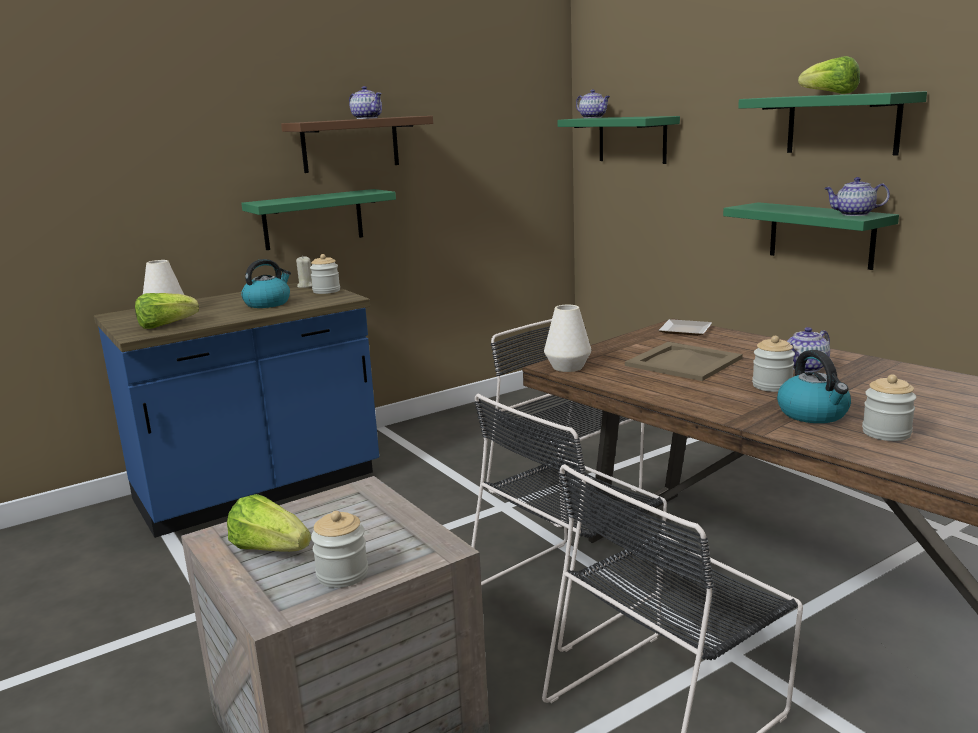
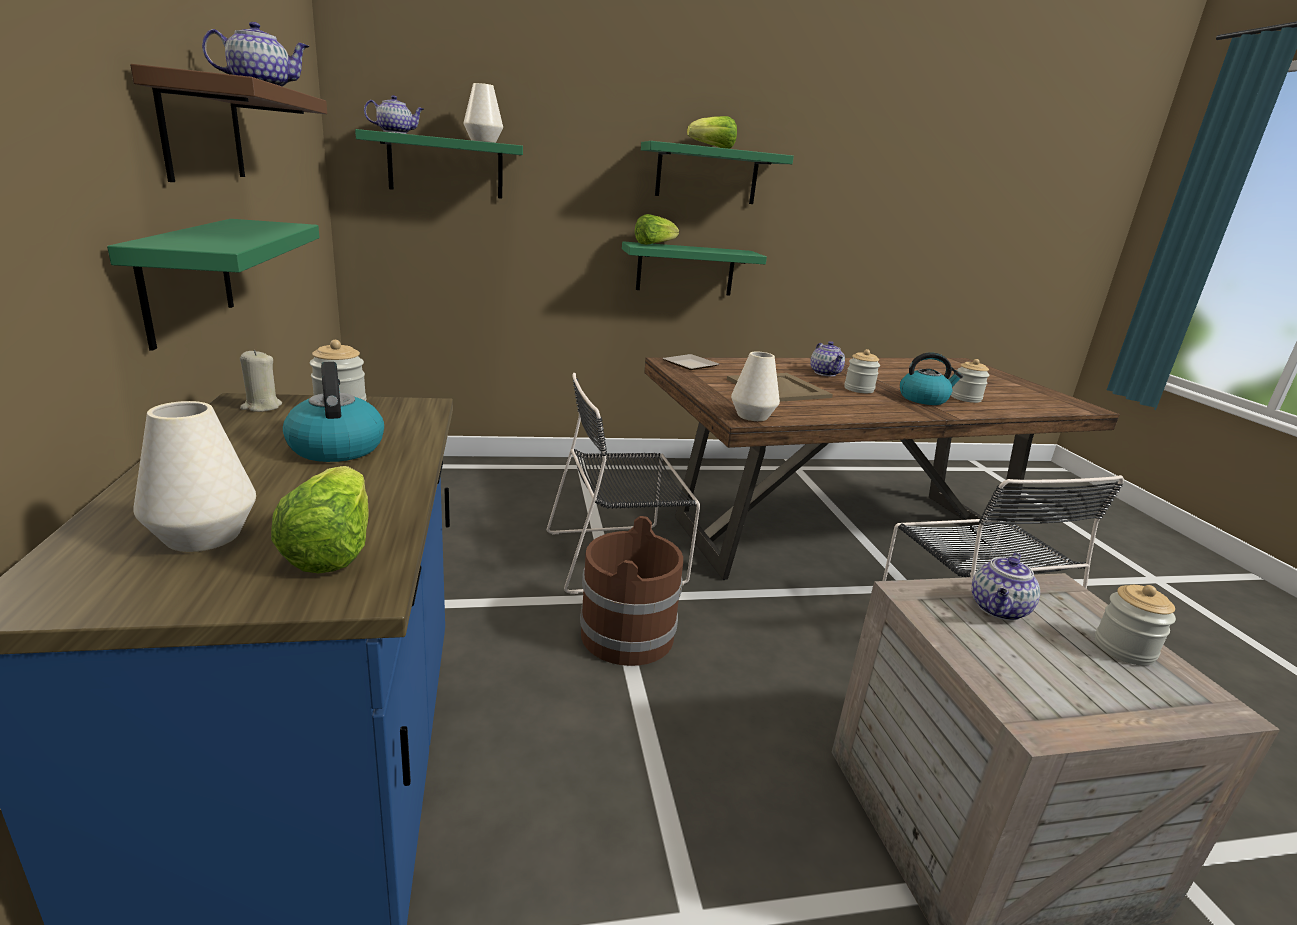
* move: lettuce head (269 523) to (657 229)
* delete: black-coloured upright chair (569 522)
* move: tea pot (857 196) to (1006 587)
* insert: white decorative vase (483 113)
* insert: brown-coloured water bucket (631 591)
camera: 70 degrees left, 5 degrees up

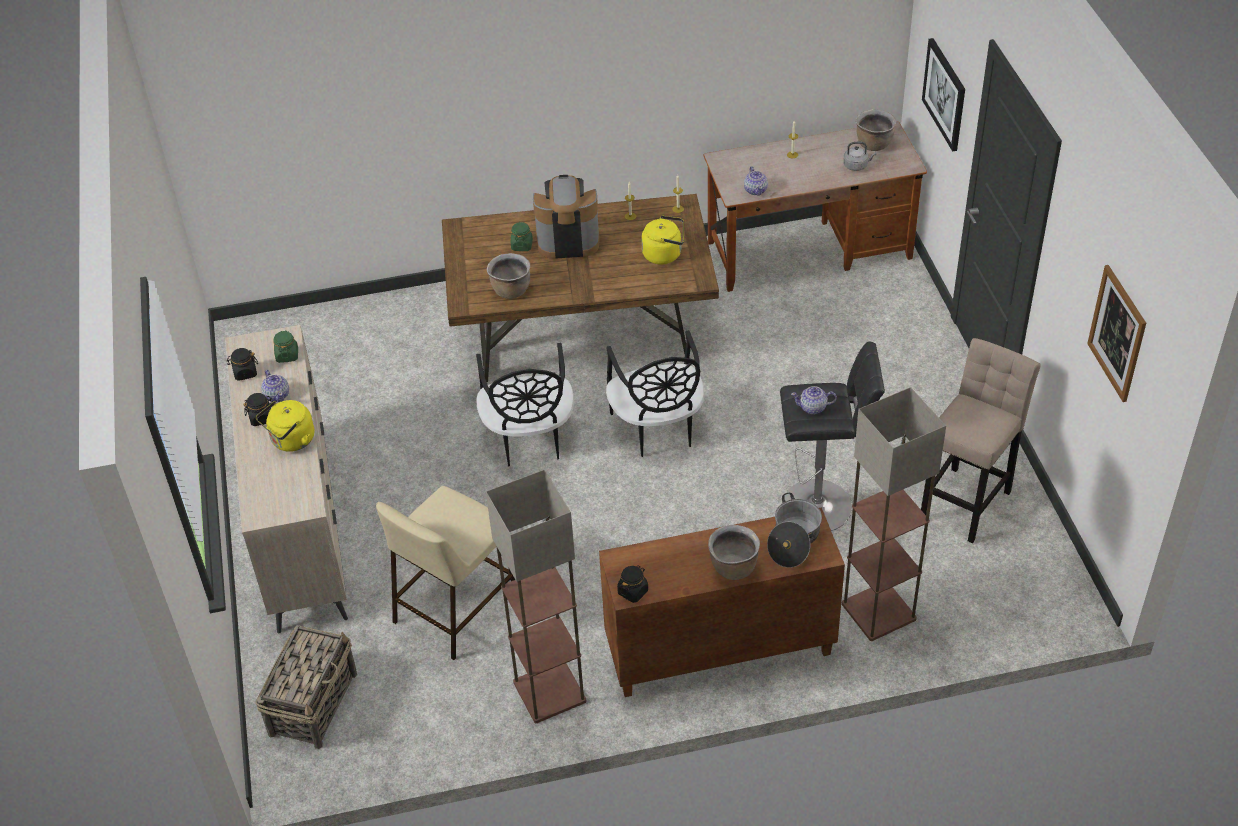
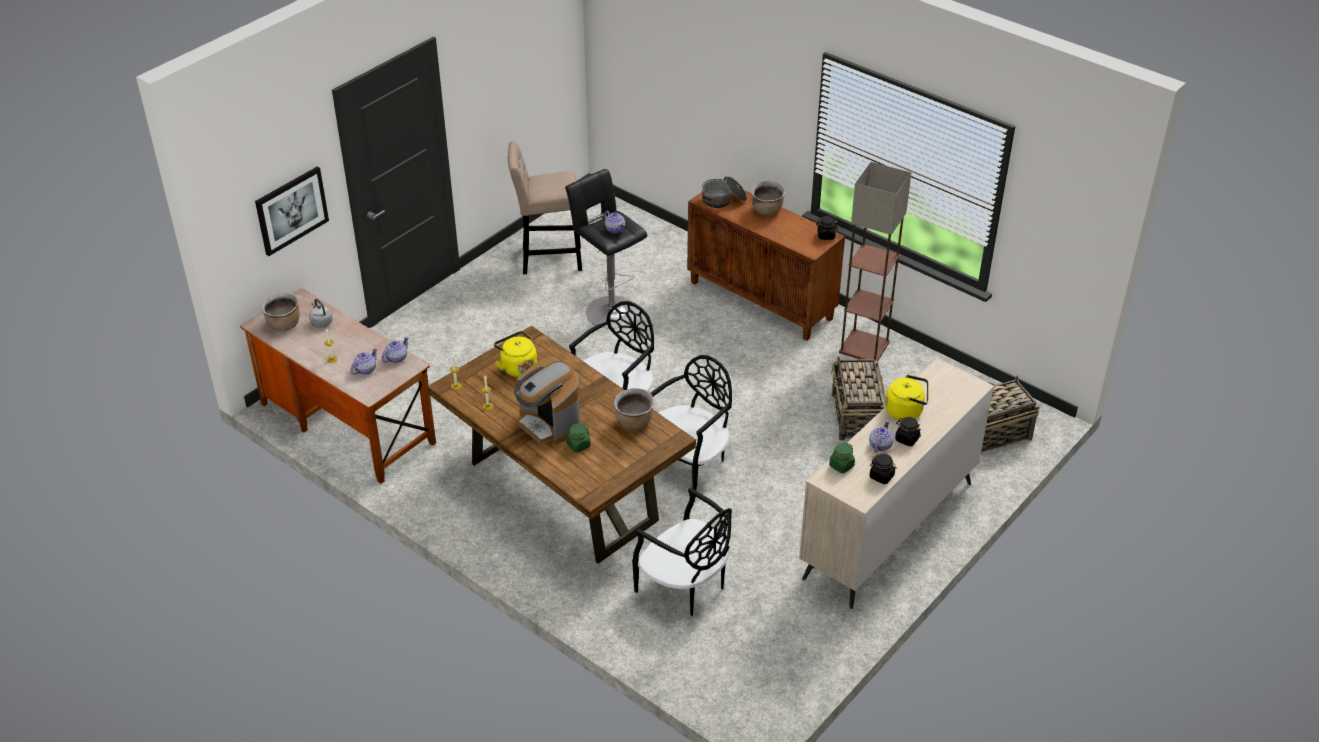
* replace: beige stool seat (445 573) to basket (858 398)
* delete: floor lamp (894 514)
* delete: wall art (1116 333)
* insert: tea pot (364 361)
* insert: black-coloured upright chair (682 551)
camera: 130 degrees left, 5 degrees down

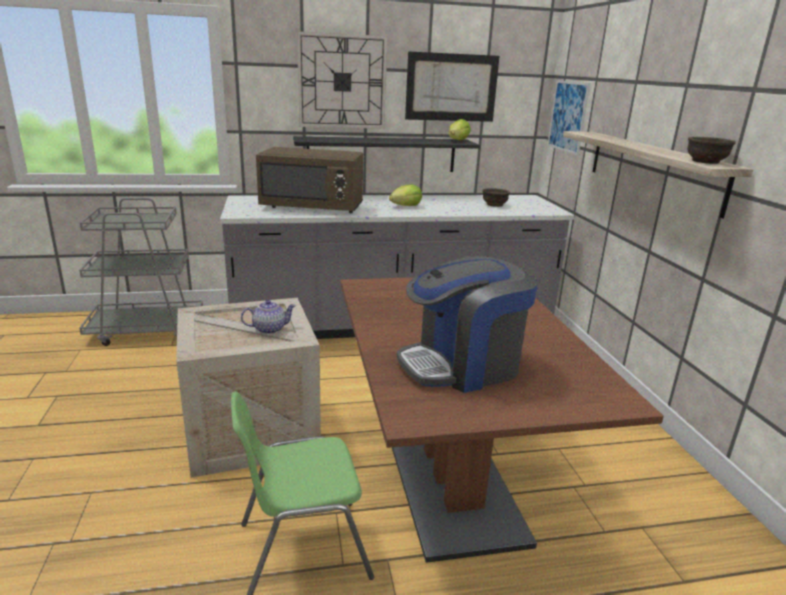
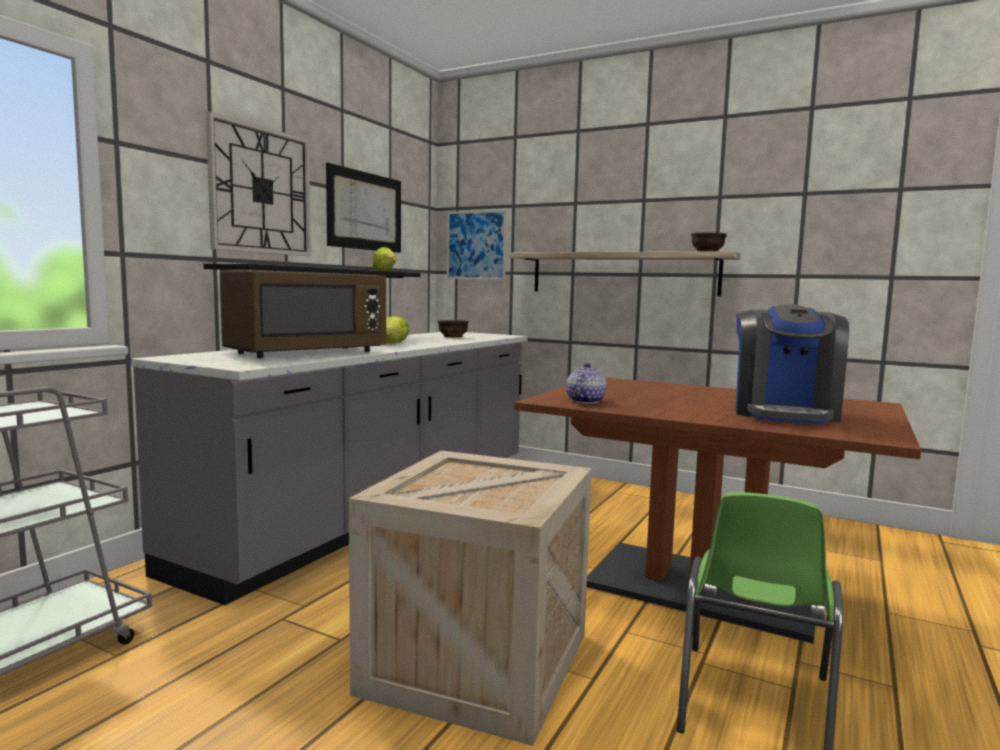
* move: tea pot (268 317) to (586 383)
camera: 50 degrees left, 15 degrees down

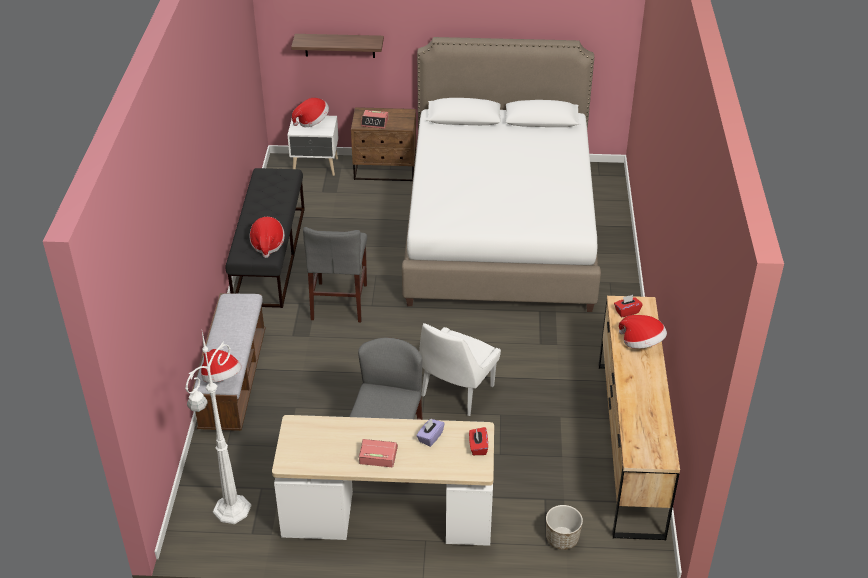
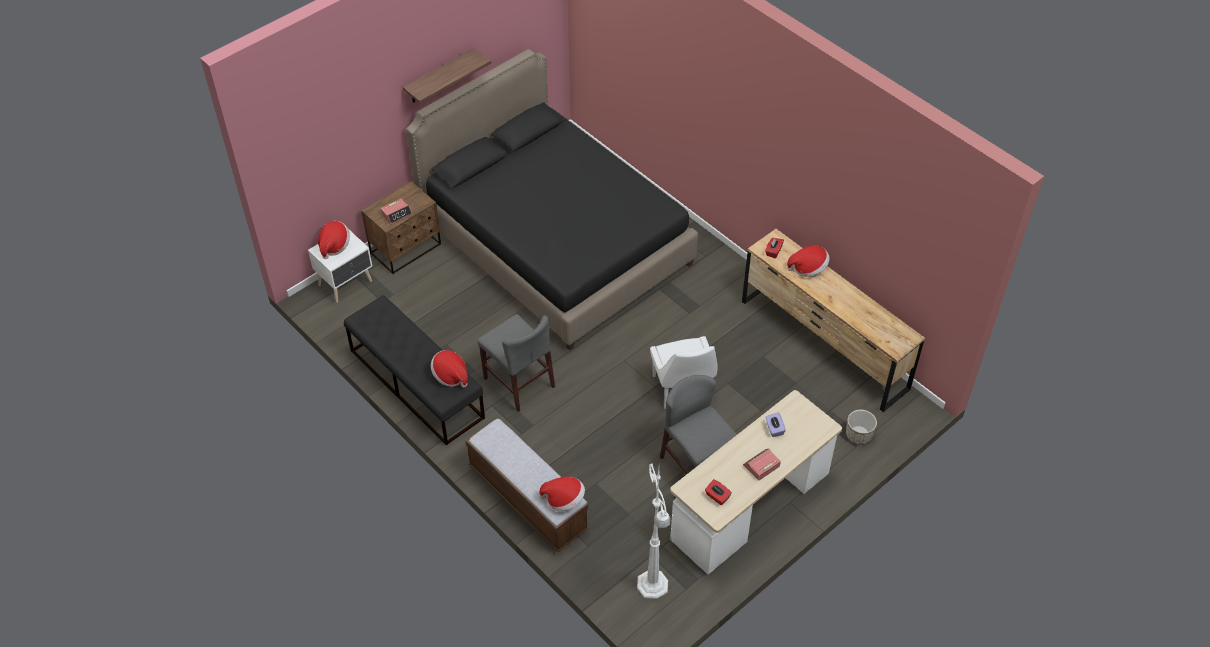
* move: shelf (337 46) to (447 75)
* recolor: white bedroom bed (501 174) to black-coloured bedroom bed (552 199)
* move: reddish tissue holder (478 441) to (718 492)
camera: 45 degrees left, 10 degrees up

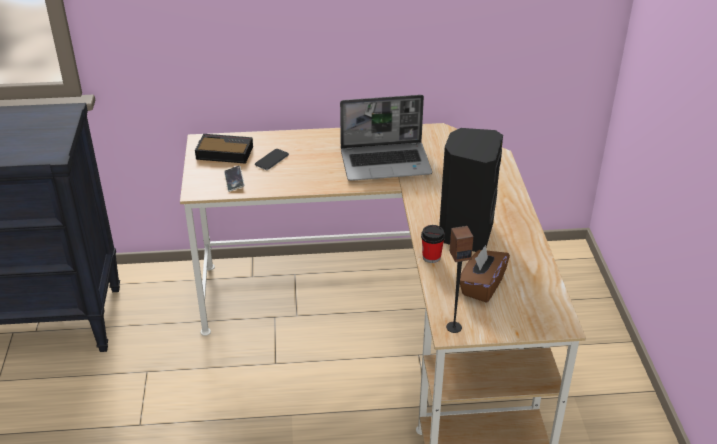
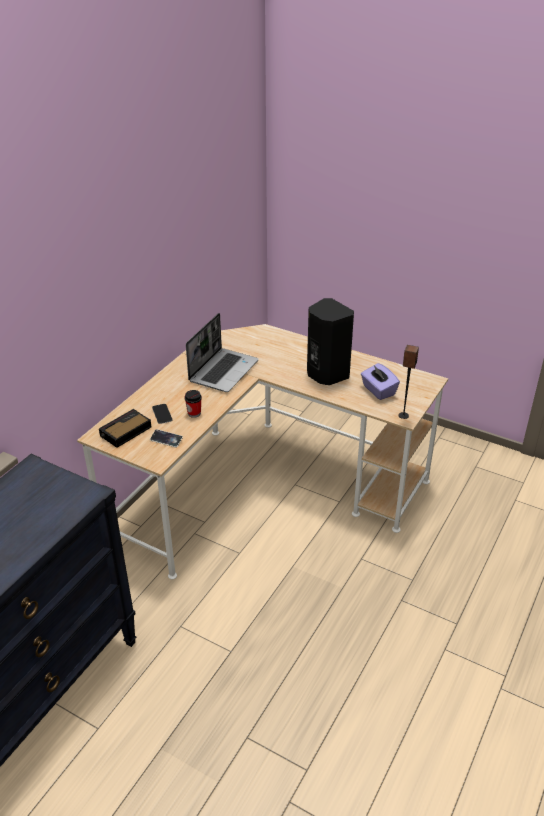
* move: drinking cup (433 244) to (193 404)
* recolor: brown-coloured tissue holder (485 274) to purplish tissue holder (380 381)
camera: 55 degrees left, 0 degrees up

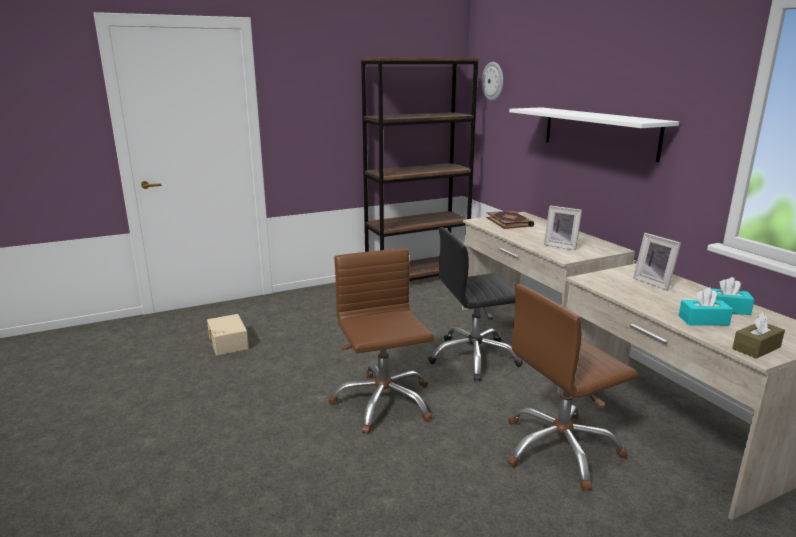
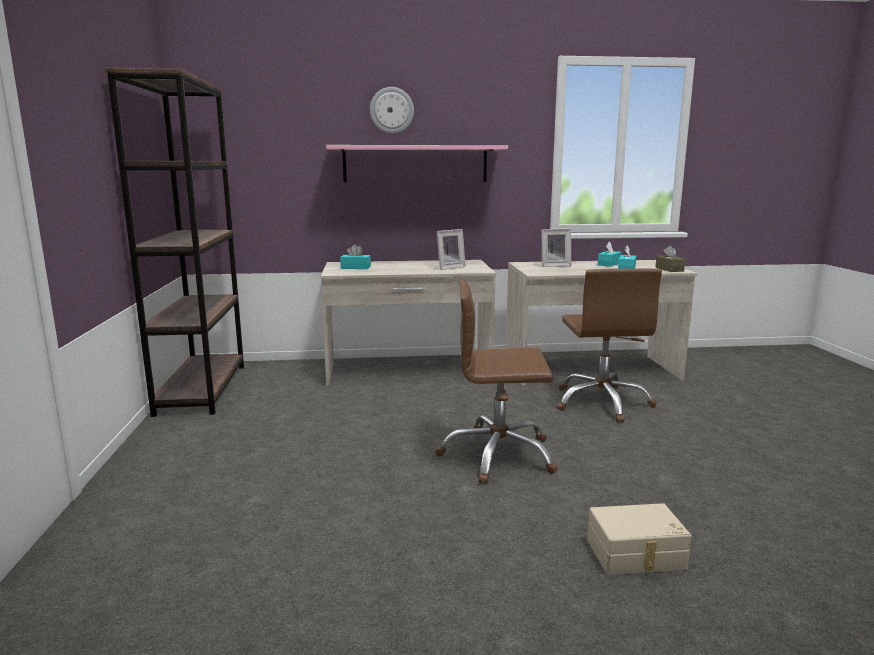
* move: beige storage bin (228 335) to (639 539)
* delete: black-coloured desk chair (475 304)
* move: clock on the wall (492 81) to (392 110)
* replace: bound book (510 220) to blue-green tissue holder (355 256)
* recolor: white shelf (594 134) to pink-coloured shelf (417 163)
camera: 70 degrees left, 5 degrees down

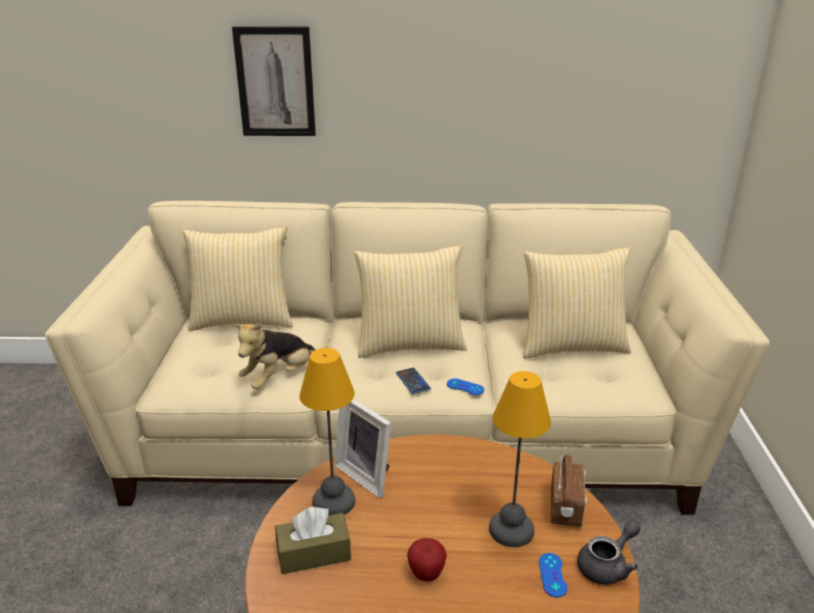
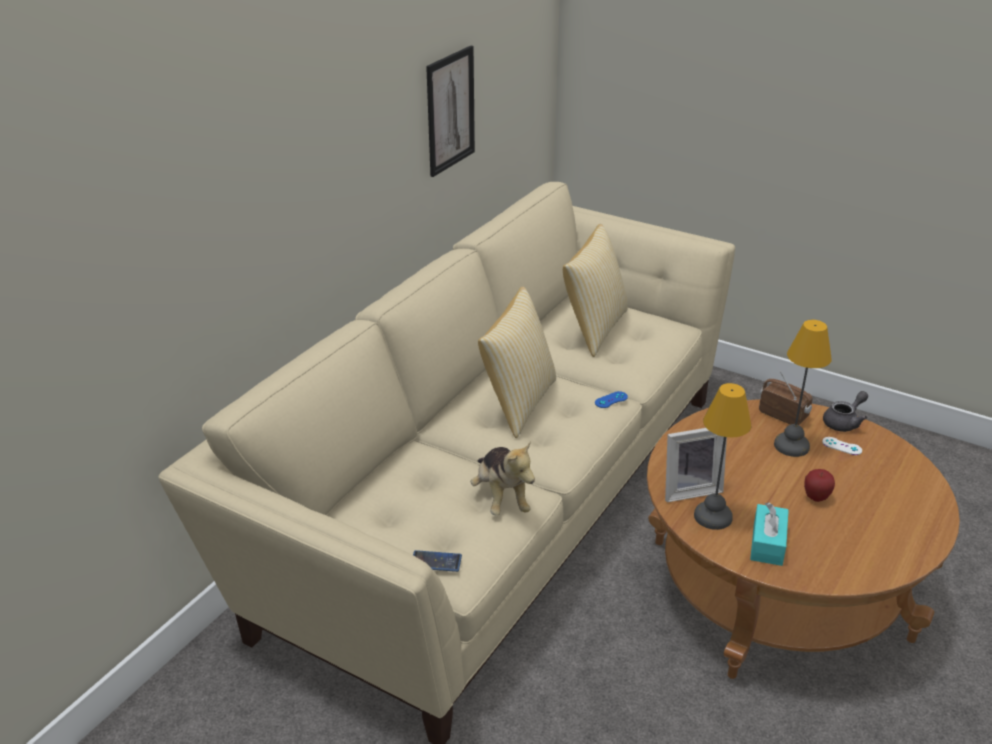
* delete: pillow (238 278)
* move: wall art (274 81) to (450 111)
* recolor: brown-coloured tissue holder (313 540) to blue-green tissue holder (769 534)
* move: phone (413 381) to (437 561)
* recolor: bluish gamepad (553 575) to white gamepad (842 446)
* rotate: grey tea pot (608 552) = (845 411) 60 degrees clockwise
camera: 60 degrees left, 5 degrees up

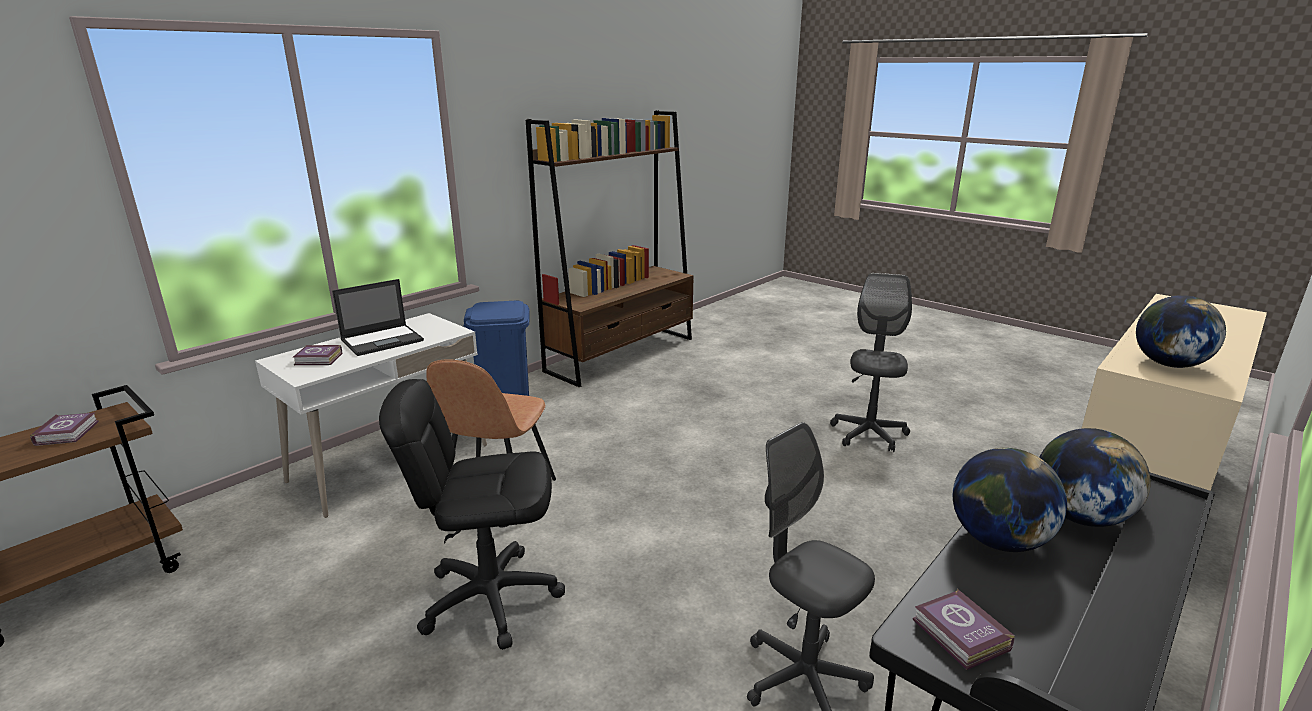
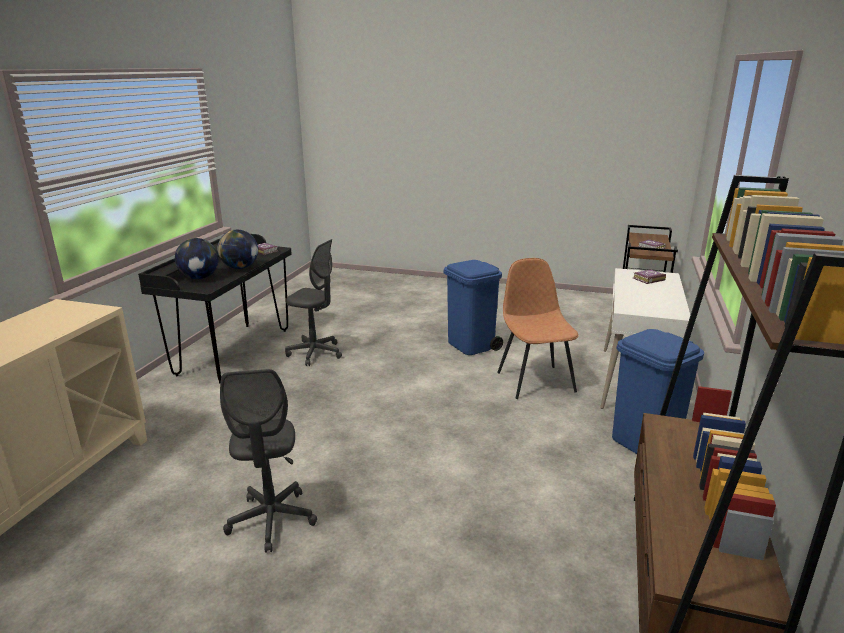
* delete: notebook computer (378 317)
* replace: black-coloured desk chair (472 514) to bluish waste bin (473 307)
* delete: desk globe (1181 331)
camera: 155 degrees right, 0 degrees up

